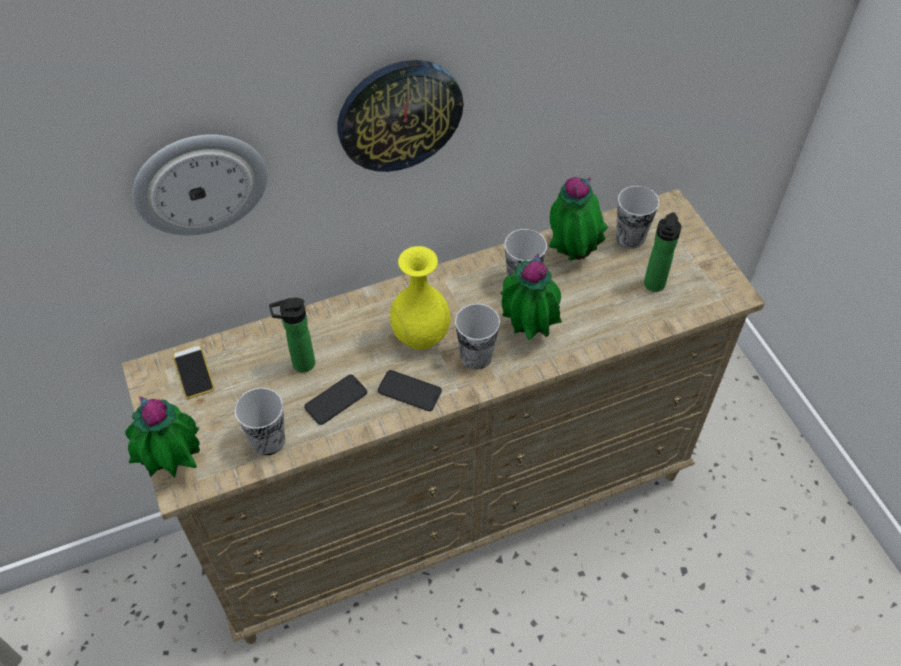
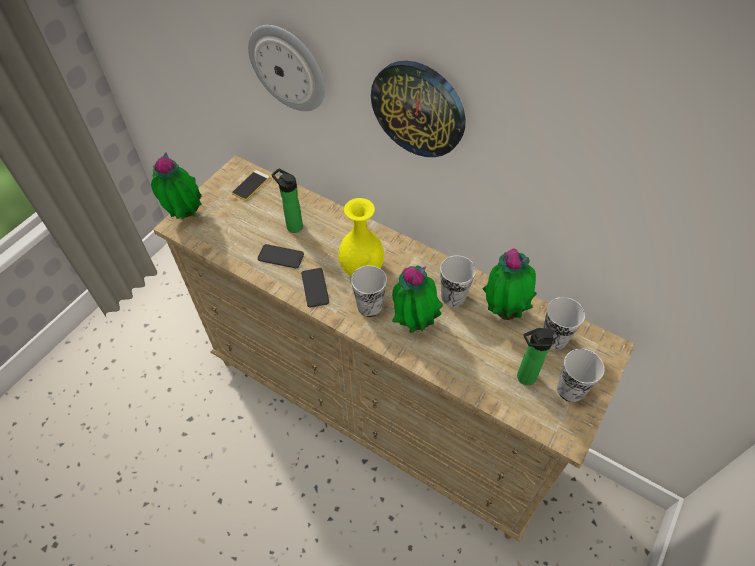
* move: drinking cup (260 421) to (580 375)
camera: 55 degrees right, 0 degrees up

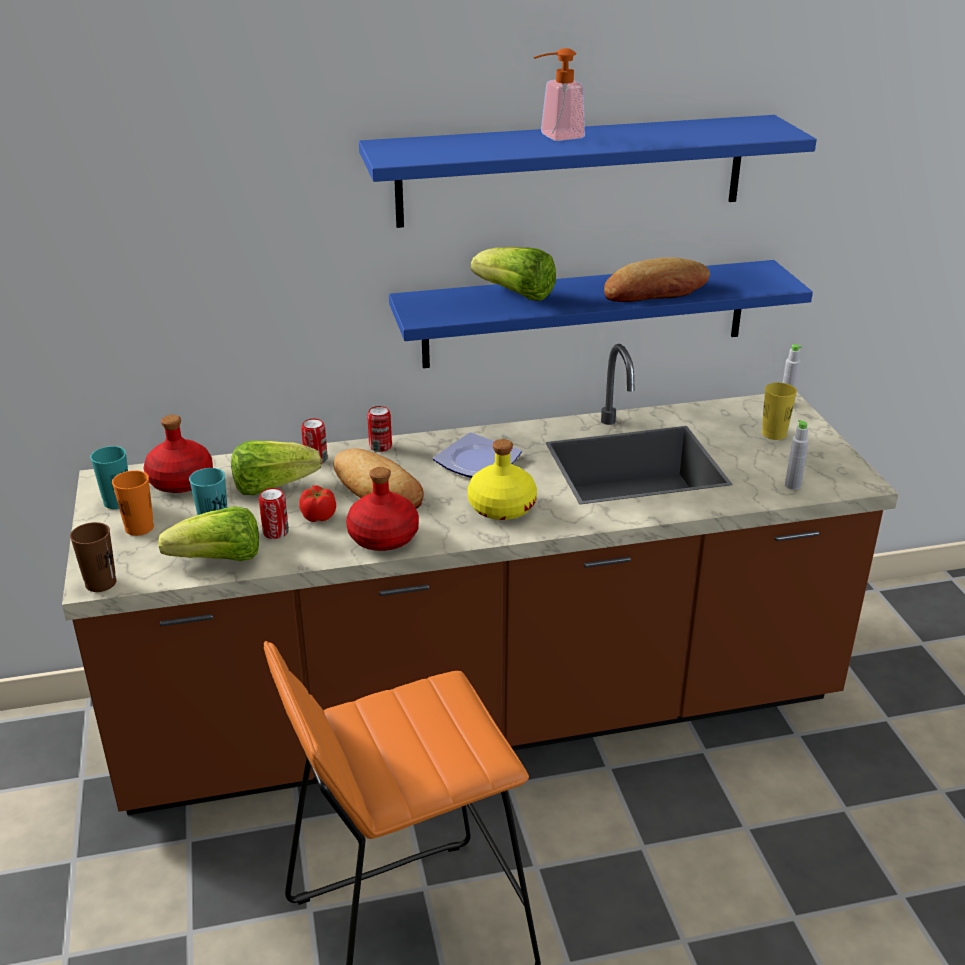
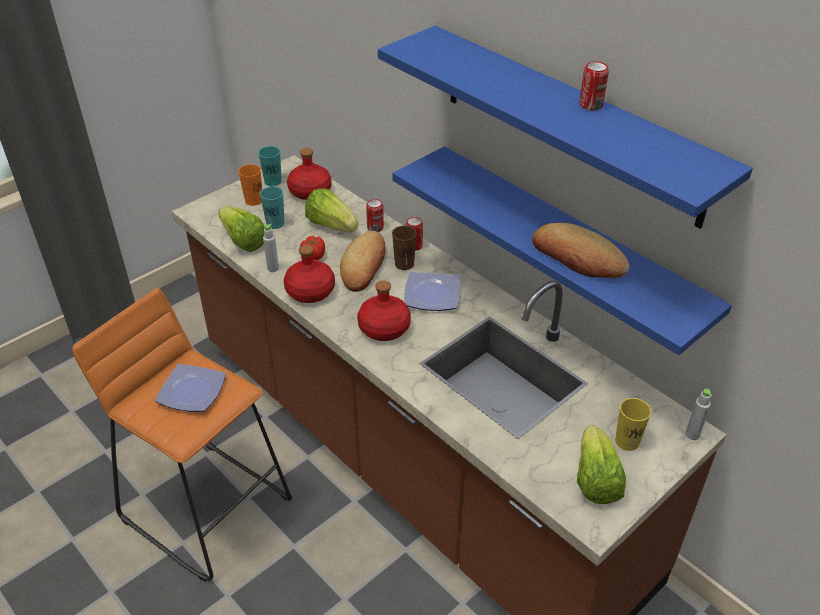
* move: brown-coloured drinking cup (93 557) to (404 248)
* move: sealed can (274 513) to (594 86)
* recolor: yellow-coloured drink bottle (502 479) to reddish drink bottle (384 311)
* move: lettuce head (513 274) to (601 465)
* delete: soap bottle (559 94)
* move: grey drink bottle (797 455) to (271 248)
* insert: dinner plate (190 388)
camera: 60 degrees right, 10 degrees up

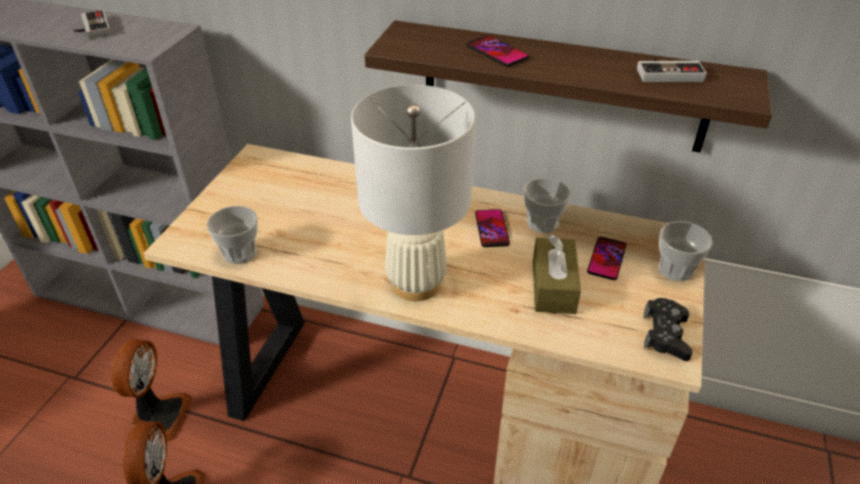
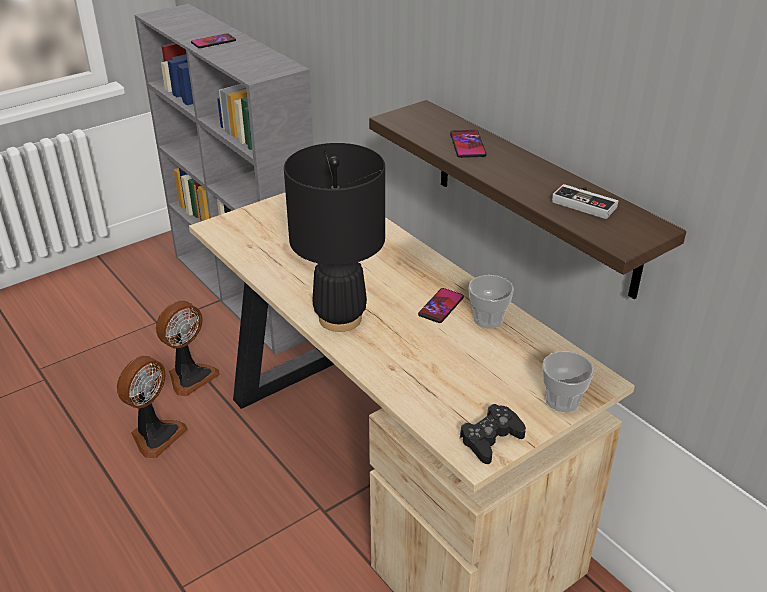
* delete: gamepad (92 24)
* delete: drinking cup (232 235)
* recolor: white table lamp (413 193) to black-coloured table lamp (334 237)
* delete: brown-coloured tissue holder (557 274)
* move: phone (607 258) to (213 40)
camera: 35 degrees right, 5 degrees down

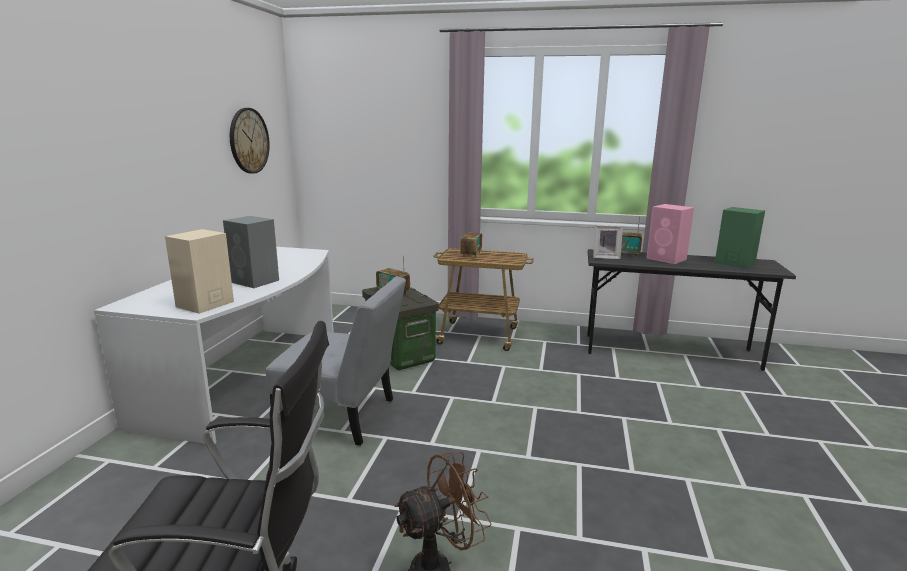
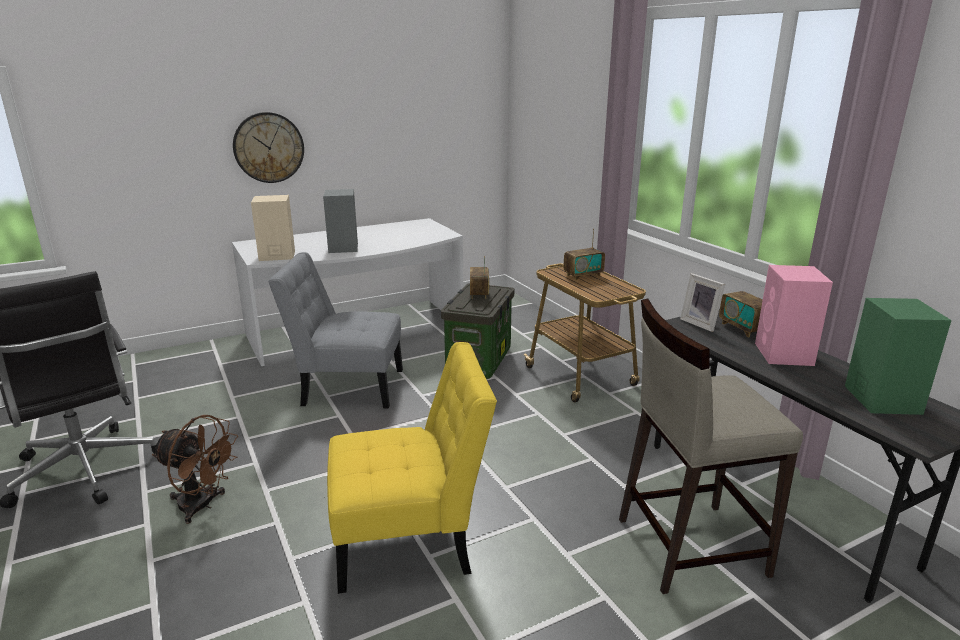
* move: clock on the wall (250 141) to (268 147)
* rotate: grey upright chair (336 361) = (335 330) 120 degrees clockwise
* insert: yellow-coloured upright chair (412 468)
* insert: beige stool seat (711 446)
camera: 50 degrees right, 5 degrees up

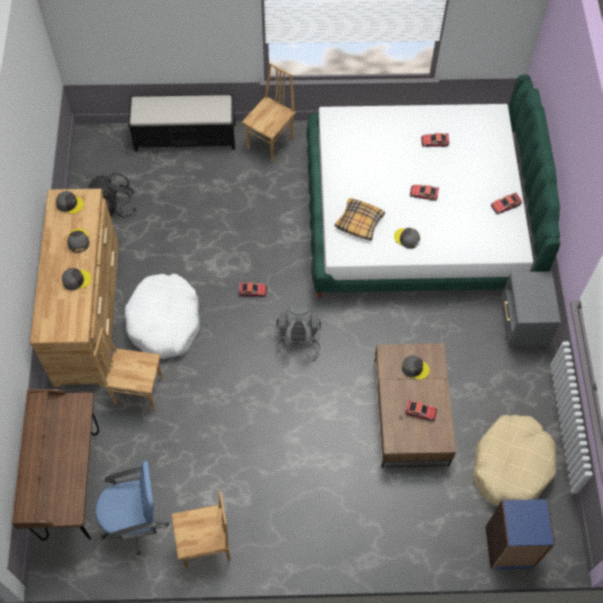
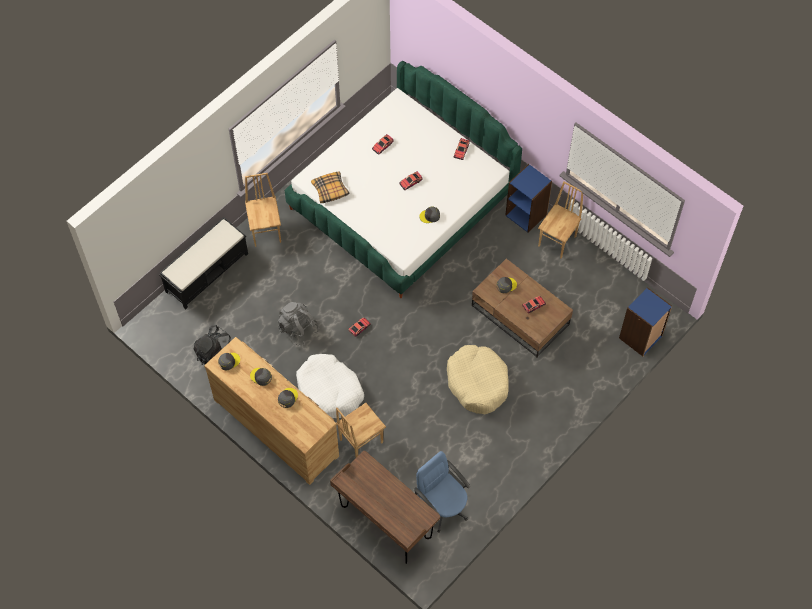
* rotate: bluish desk chair (132 508) = (442 491) 75 degrees counterclockwise
* move: brown-coloured upright chair (201 529) to (560 219)
* move: grey backpack (298 331) to (298 324)
* move: pillow (360 219) to (330 187)
* move: beige dog cushion (515 461) to (477 379)
* replace: grey nightstand (531 309) to bluish bookcase (528 198)
camera: 45 degrees left, 0 degrees up

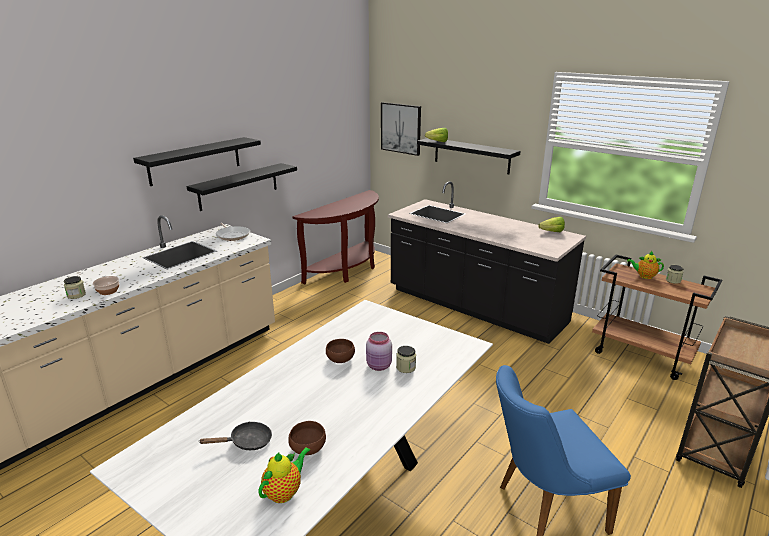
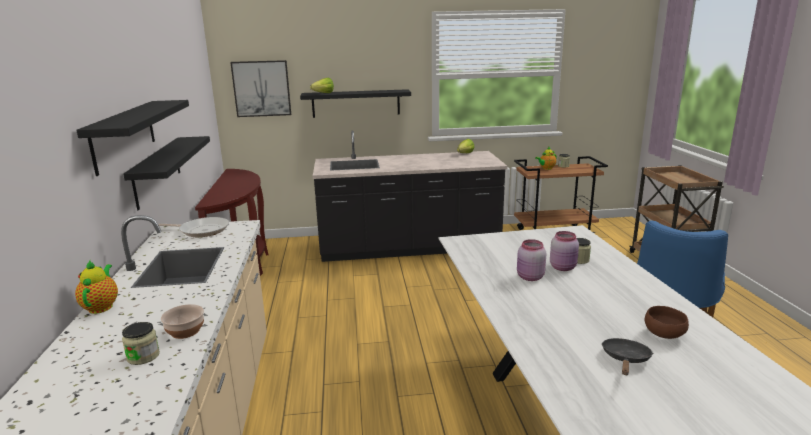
* move: tea pot (284 475) to (96 287)
* replace: brown-coloured deep dish (340 351) to pink-coloured storage jar (531 260)
camera: 45 degrees left, 5 degrees down

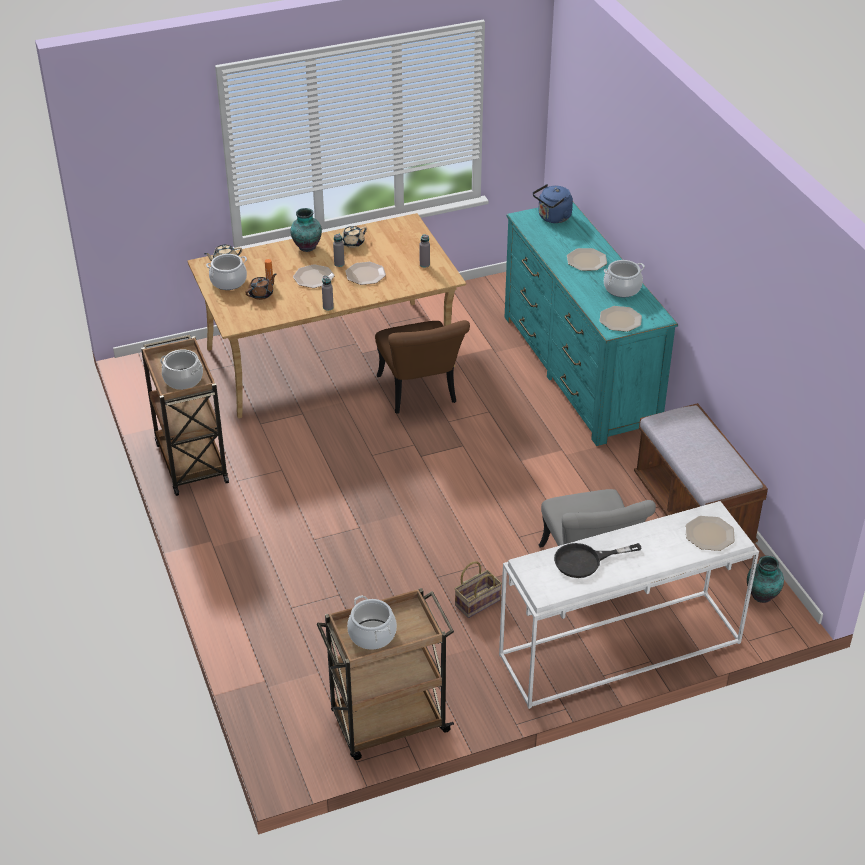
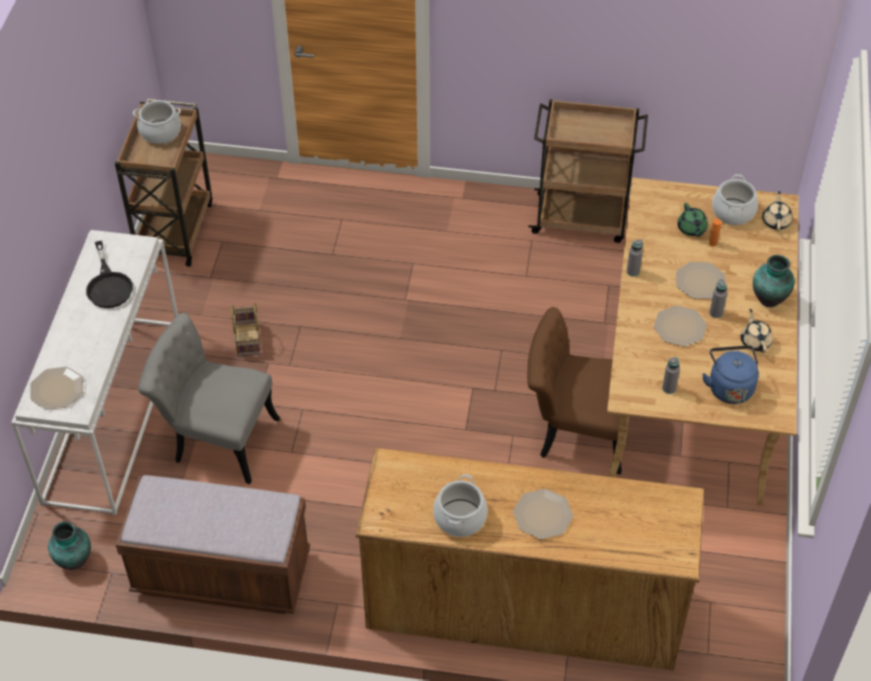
* delete: saucepot (181 369)
* recolor: brown-coloured tea pot (260 286) to green-coloured tea pot (692 220)
* recolor: blue-green dresser (591 324) to brown-coloured dresser (530 558)
* move: bluish tea kettle (553 203) to (730 375)
* rotate: black-coloured pan (598 560) = (109 274) 150 degrees clockwise
* delete: dinner plate (621 319)
camera: 120 degrees right, 10 degrees up

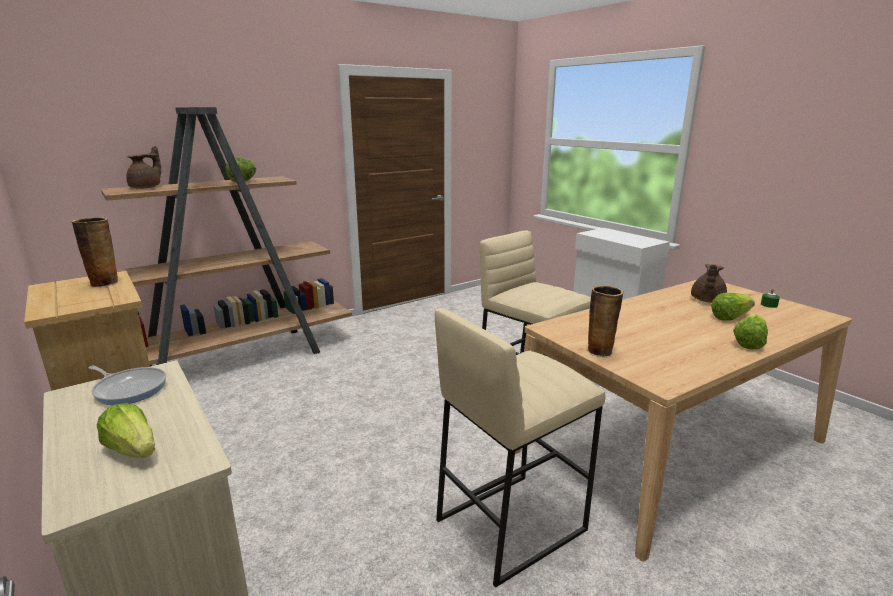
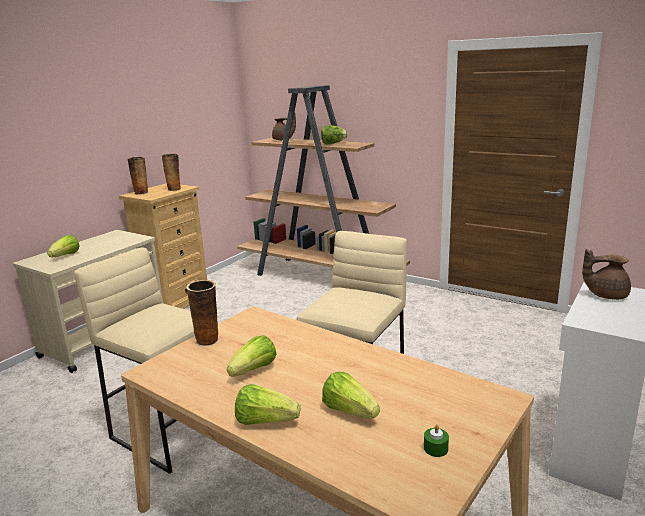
* delete: pan (127 385)
* move: brown-coloured tea pot (709 283) to (606 274)
* insert: decorative vase (138 175)
* insert: lettuce head (252 356)
camera: 70 degrees right, 0 degrees up

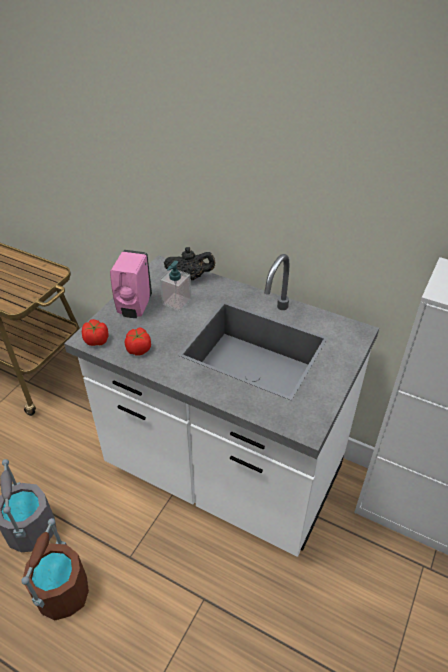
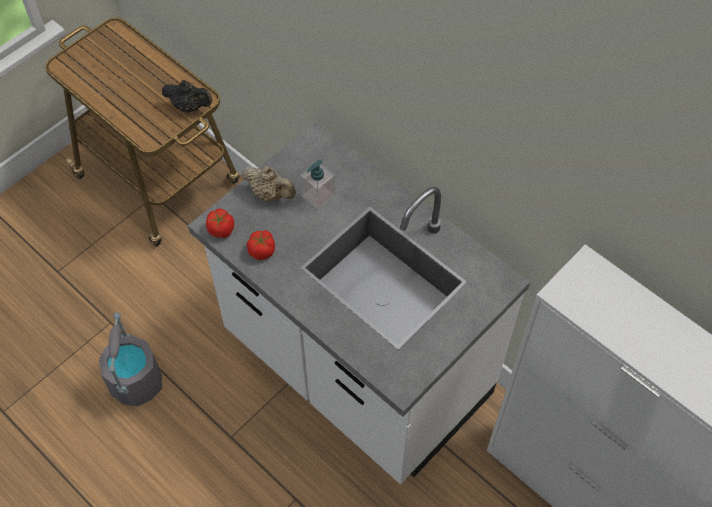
* delete: brown-coloured water bucket (55 569)
* replace: pink-coloured soap bottle (131 284) to beige tea pot (268 184)
* move: black-coloured tea pot (190 263) to (187 96)
camera: 15 degrees right, 15 degrees up

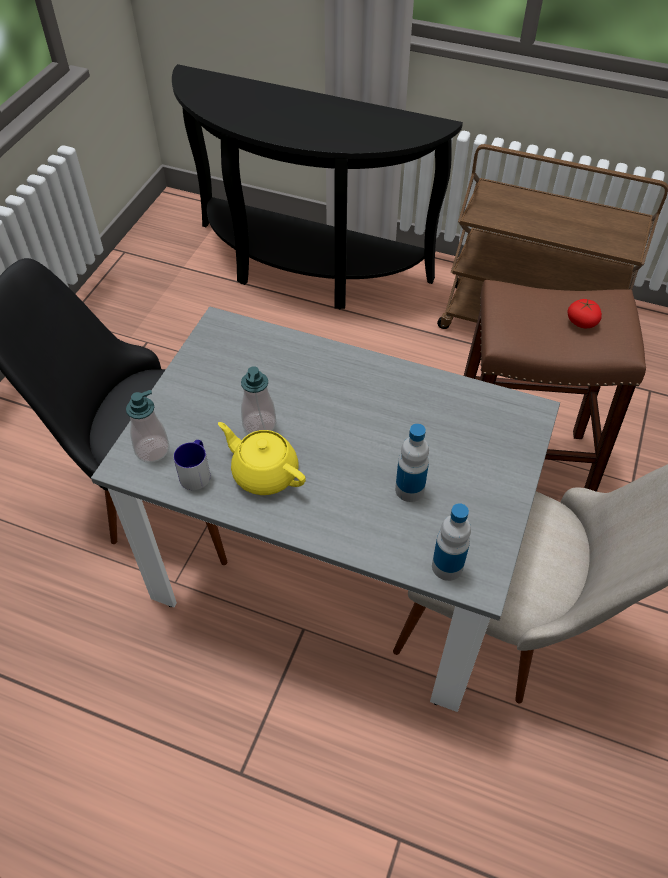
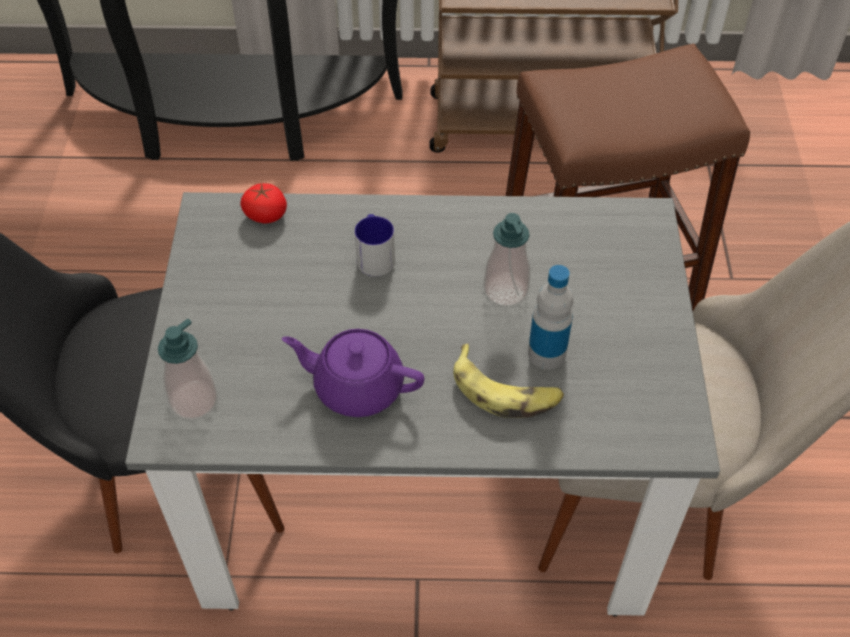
* move: tea mug (192 465) to (375 245)
* recolor: yellow-coloured tea pot (262 458) to purplish tea pot (353 373)
* move: soap bottle (258 400) to (507 259)
* delete: drink bottle (451 542)
* move: tomato (584 313) to (263 203)
* insert: banana fruit (508 381)
camera: 20 degrees left, 0 degrees up

